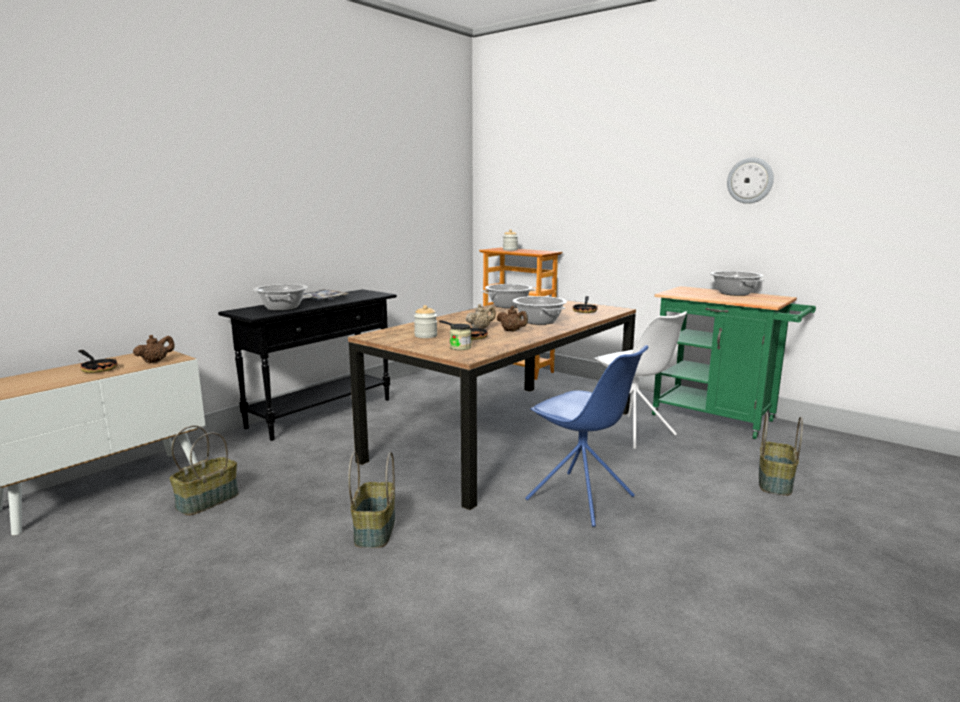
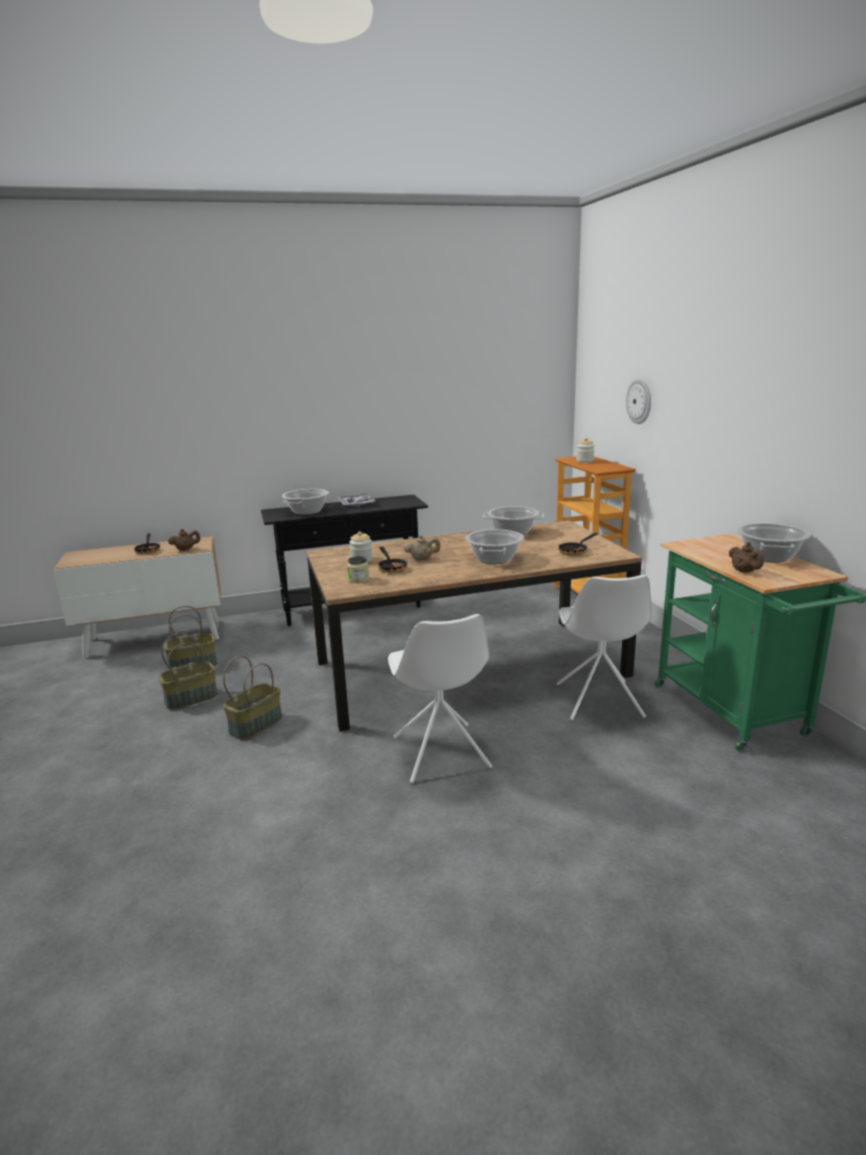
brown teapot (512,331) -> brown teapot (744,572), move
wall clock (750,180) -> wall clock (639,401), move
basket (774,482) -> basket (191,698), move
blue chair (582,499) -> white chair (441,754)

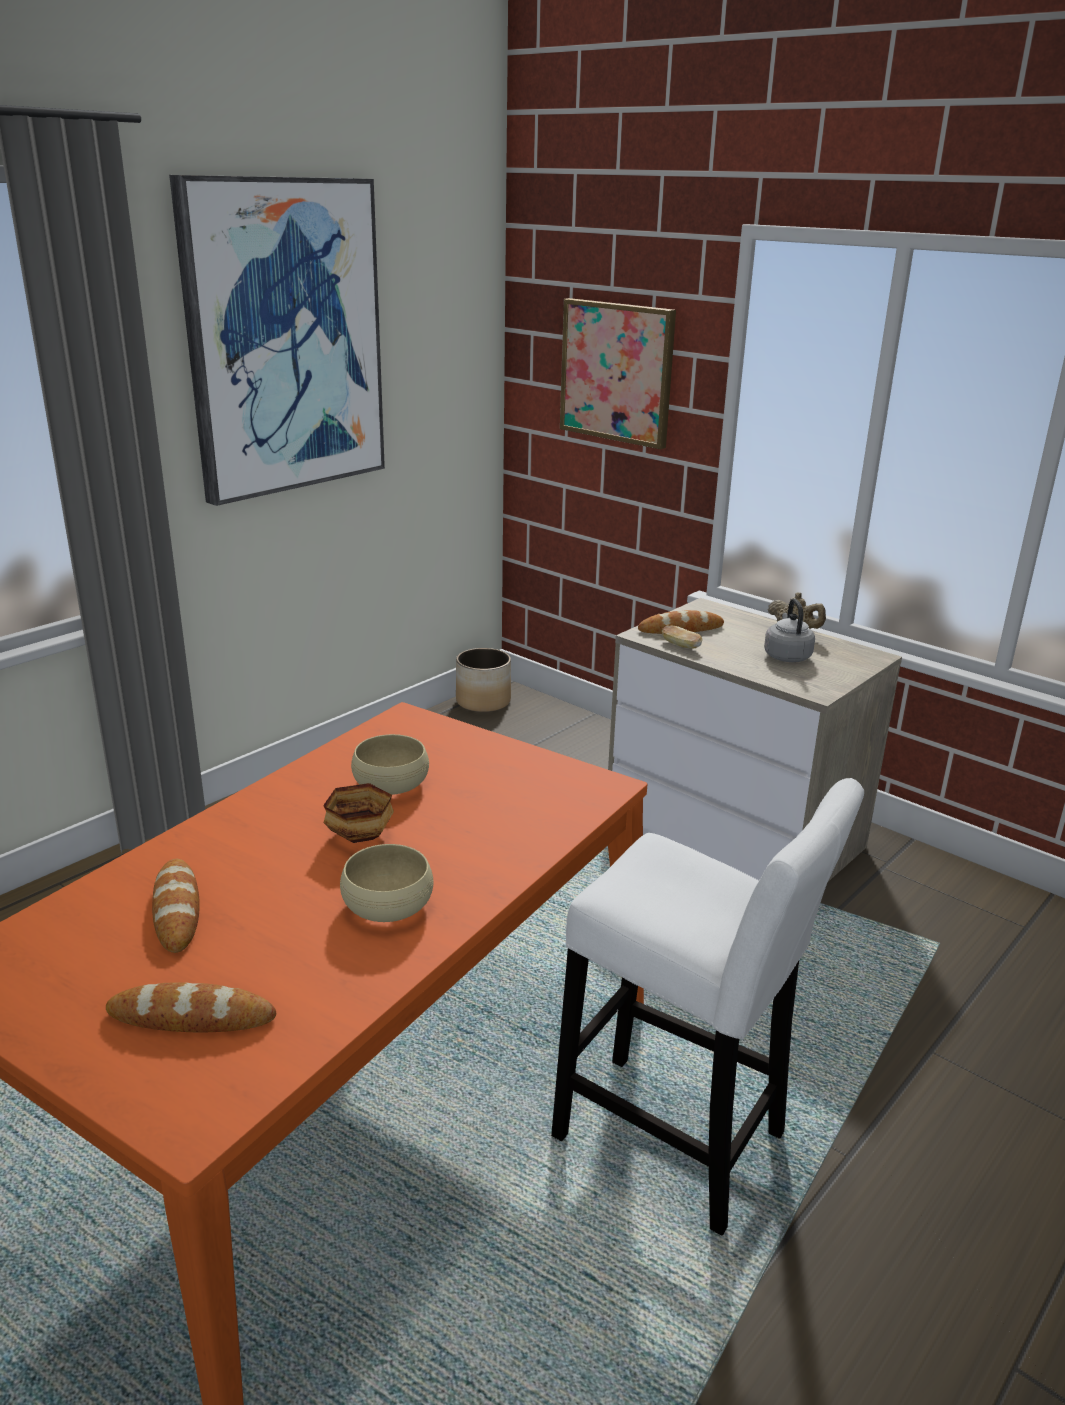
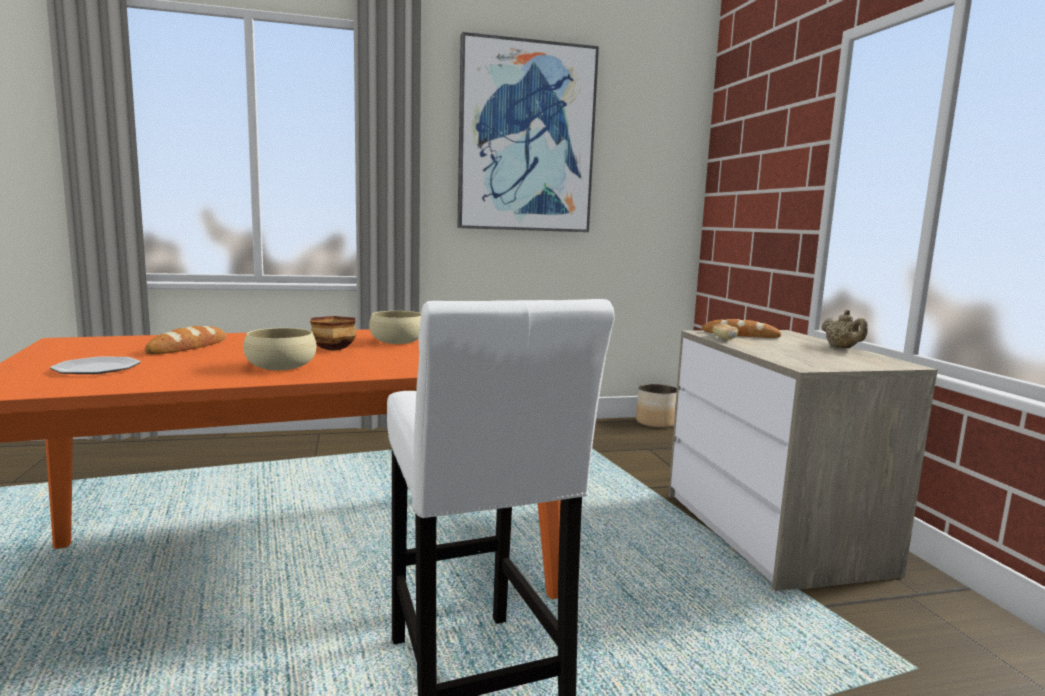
picture (617,372) -> none
grey kettle (786,656) -> none
bread (192,1016) -> plate (96,369)

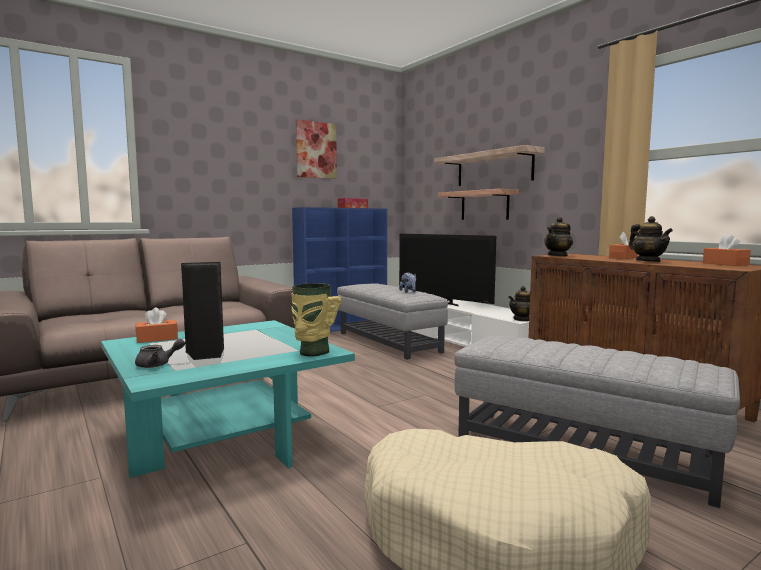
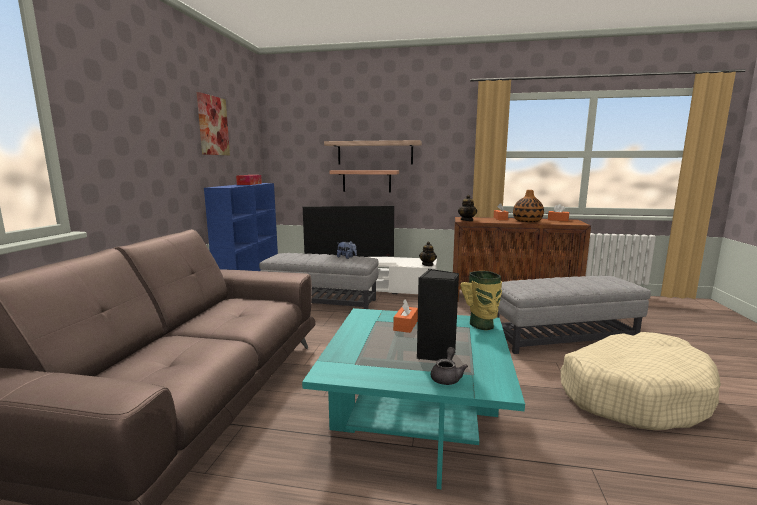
orange tissue box (157,339) -> orange tissue box (406,325), move
teapot (648,261) -> vase (527,221)

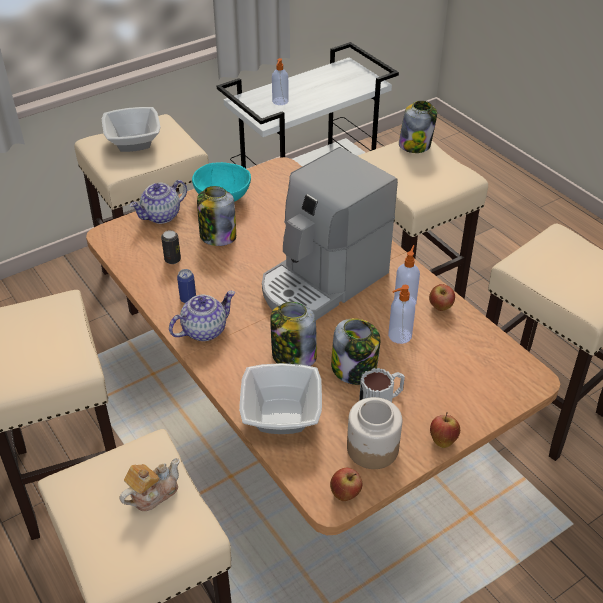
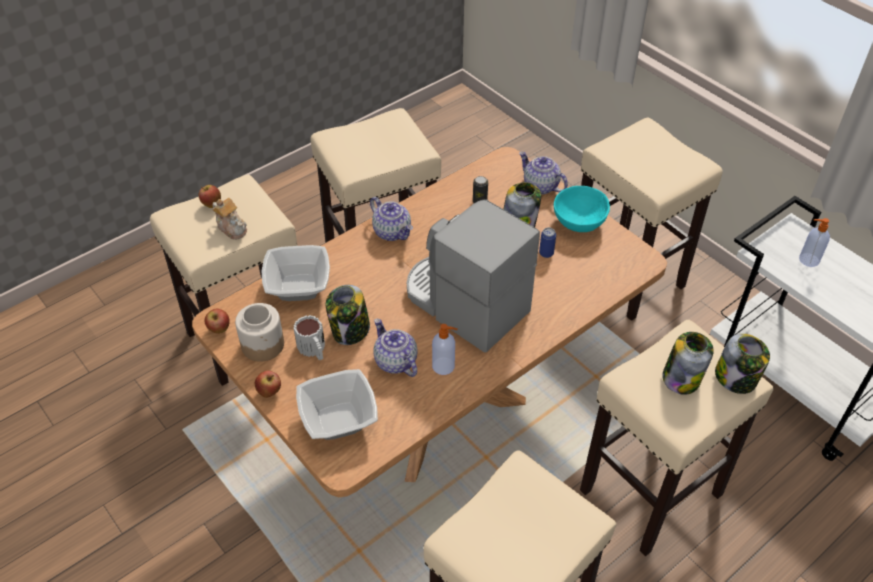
bowl (132,142) -> bowl (338,419), move
can (188,299) -> can (546,253), move
jar (293,356) -> jar (681,378), move
apple (440,307) -> apple (211,204), move
soap dispenser (399,336) -> teapot (395,361)

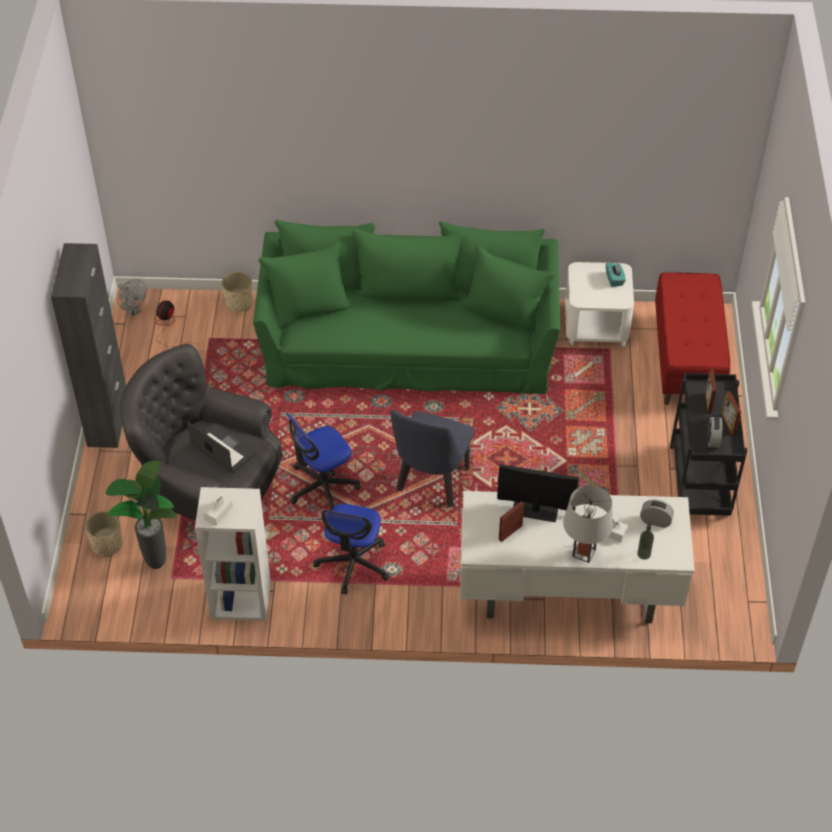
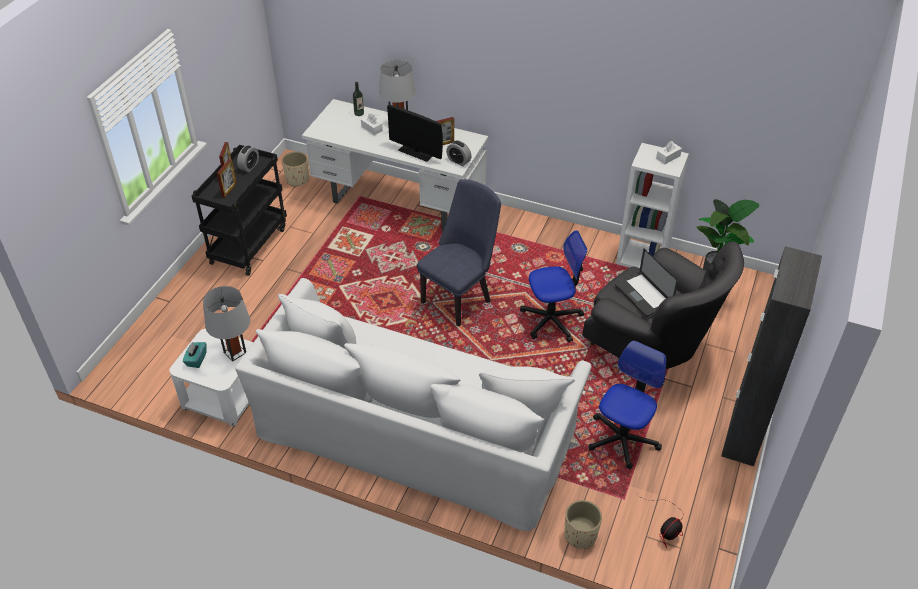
grey fan (133,310) -> none
red bench (687,359) -> none
none -> grey table lamp (235,352)
beige planter (107,544) -> beige planter (297,180), move
office chair (353,564) -> office chair (622,439), move
alarm clock (655,521) -> alarm clock (458,161), move
green sofa (409,344) -> white sofa (416,429)

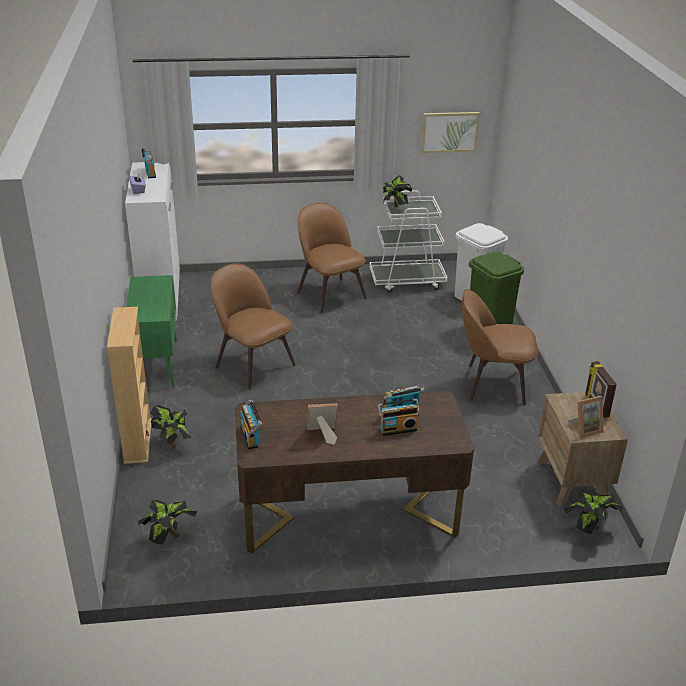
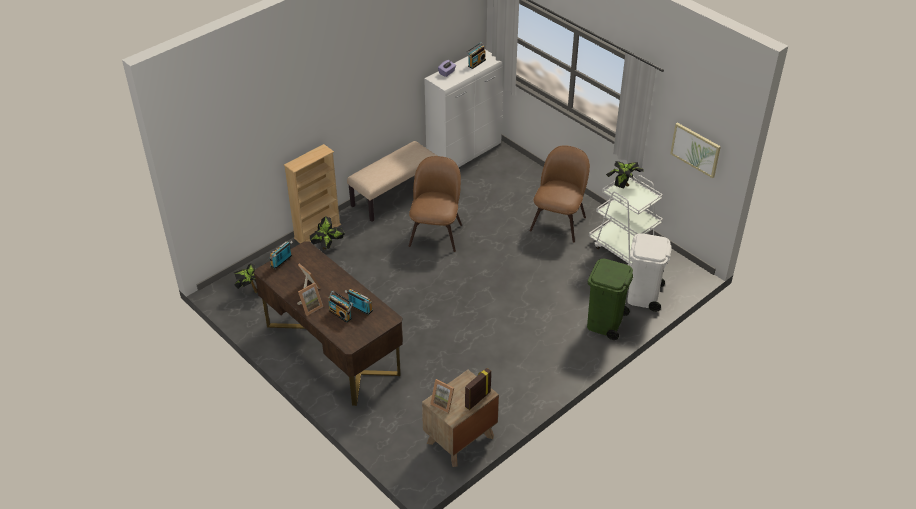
brown chair (492,384) -> none
potted plant (589,528) -> none
none -> picture frame (310,307)
green cabinet (156,363) -> beige bench (394,194)

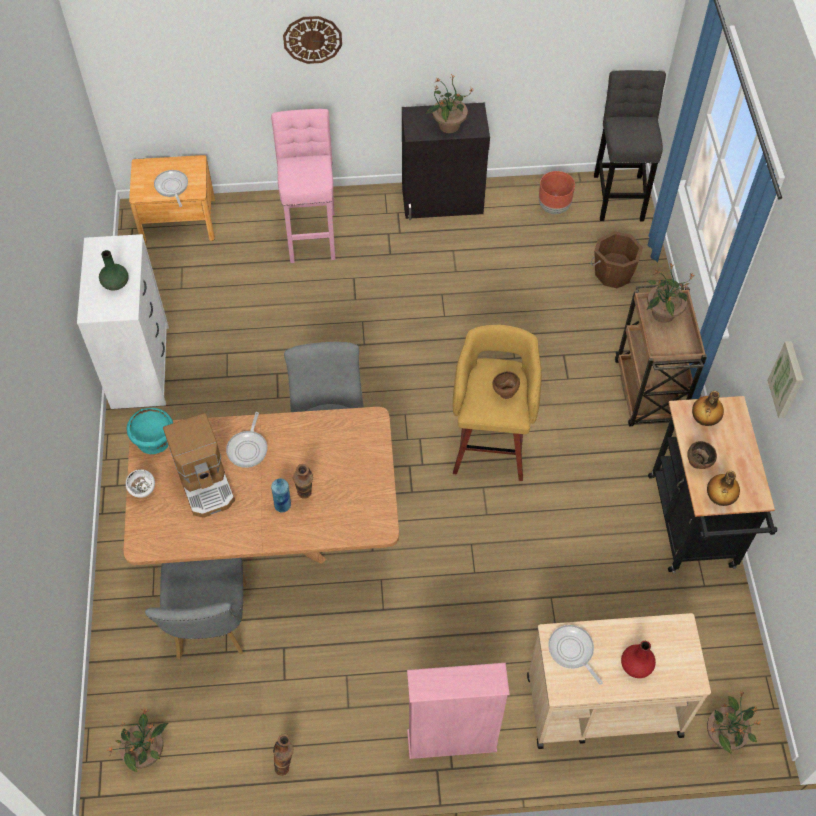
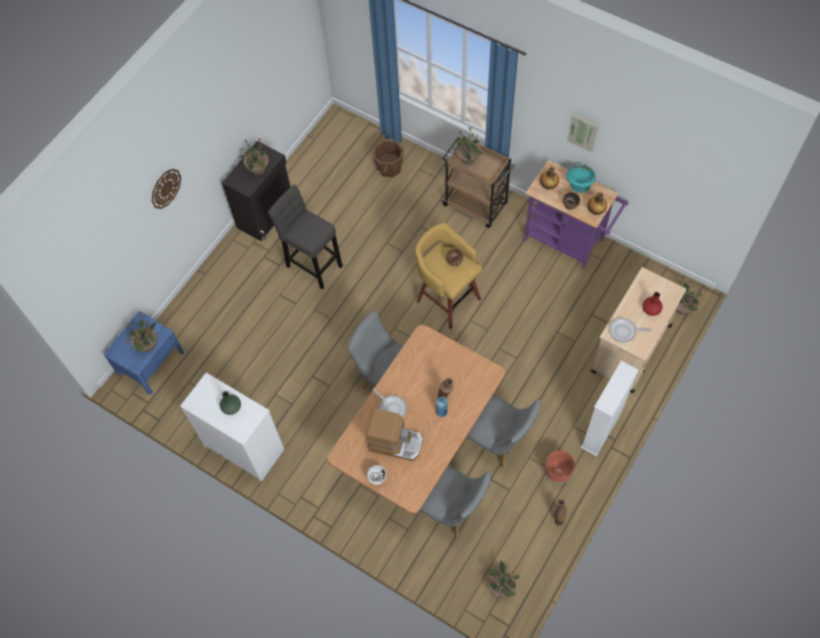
pink stool (311,233) -> none
none -> grey chair (497,441)
turquoise bowl (154,440) -> turquoise bowl (579,184), move
brown planter (553,207) -> brown planter (557,473), move
grey stool (619,194) -> grey stool (312,264), move
frying pan (172,187) -> potted plant (148,344)
brown nightstand (178,220) -> blue nightstand (150,363)
pink bookcase (451,741) -> white bookcase (601,430)
black cart (694,528) -> purple cart (568,241)

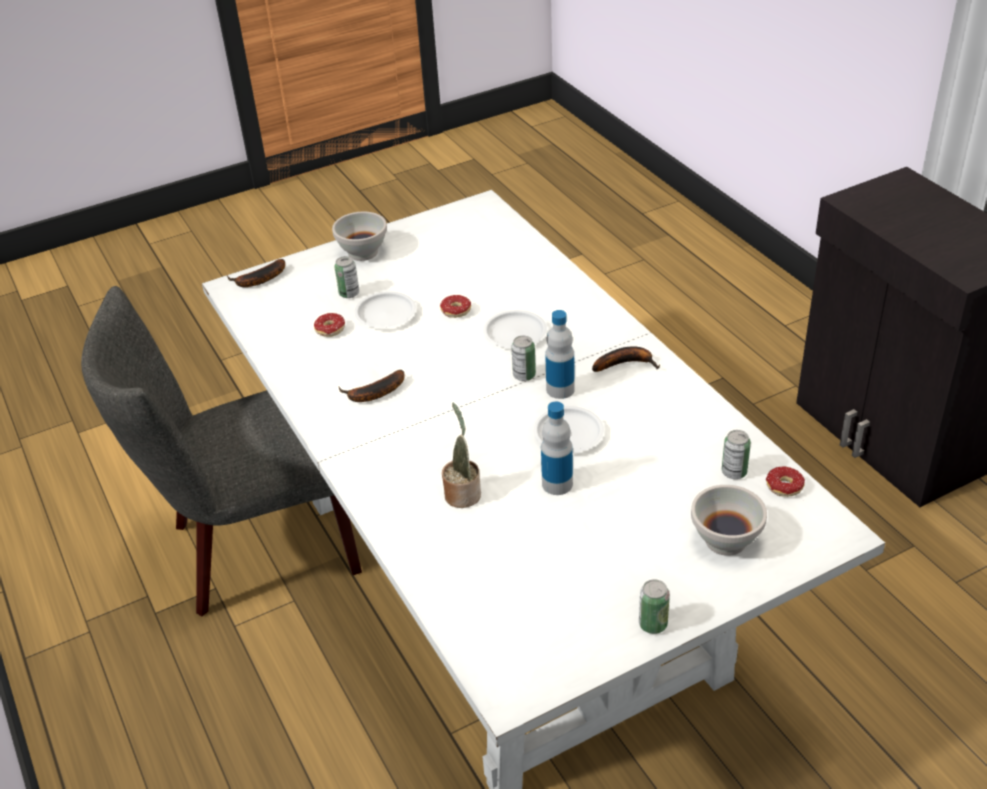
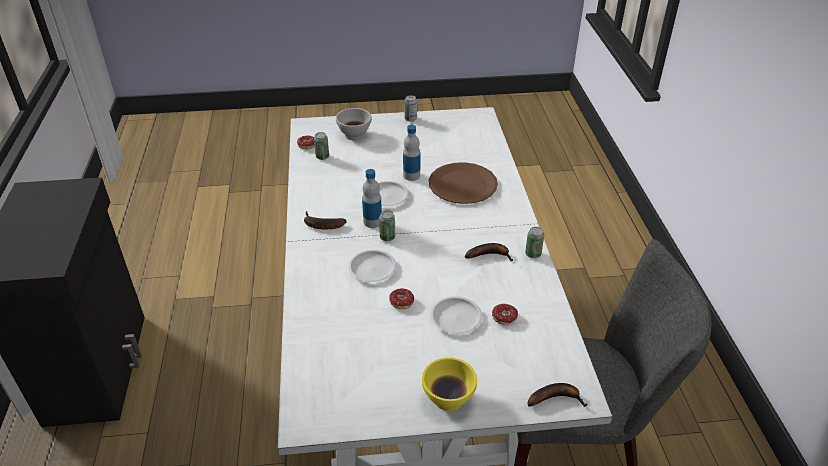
can (349,293) -> can (533,254), move
potted plant (462,493) -> brown plate (462,185)
white bowl (362,252) -> yellow bowl (449,399)

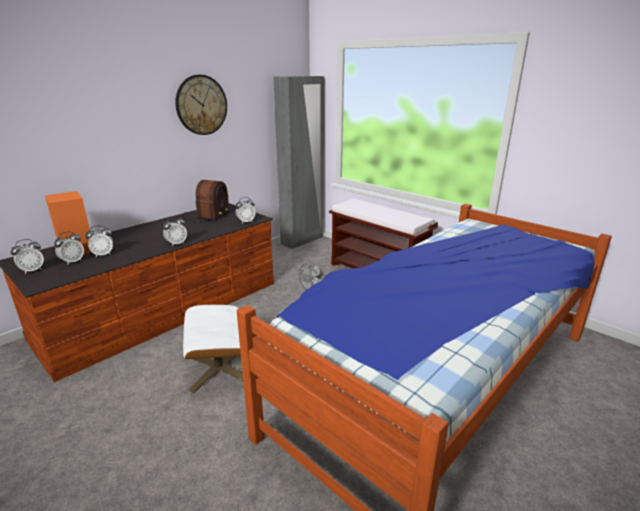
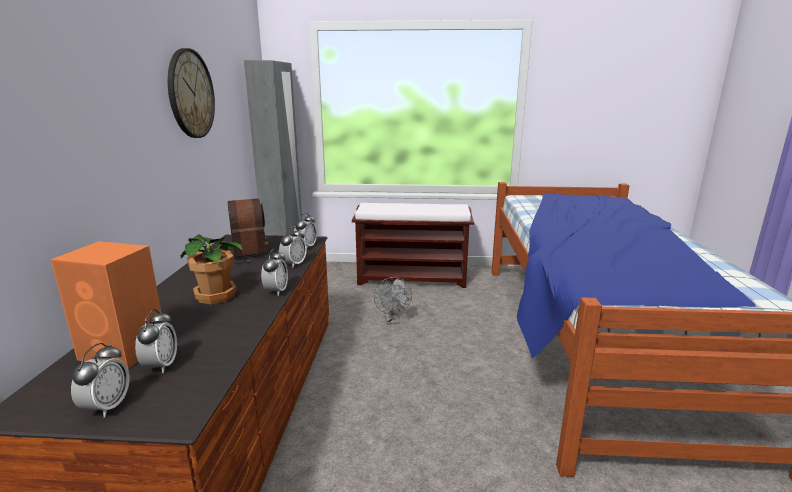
white ottoman (218,369) -> none
none -> potted plant (217,296)
alarm clock (103,254) -> alarm clock (294,264), move

